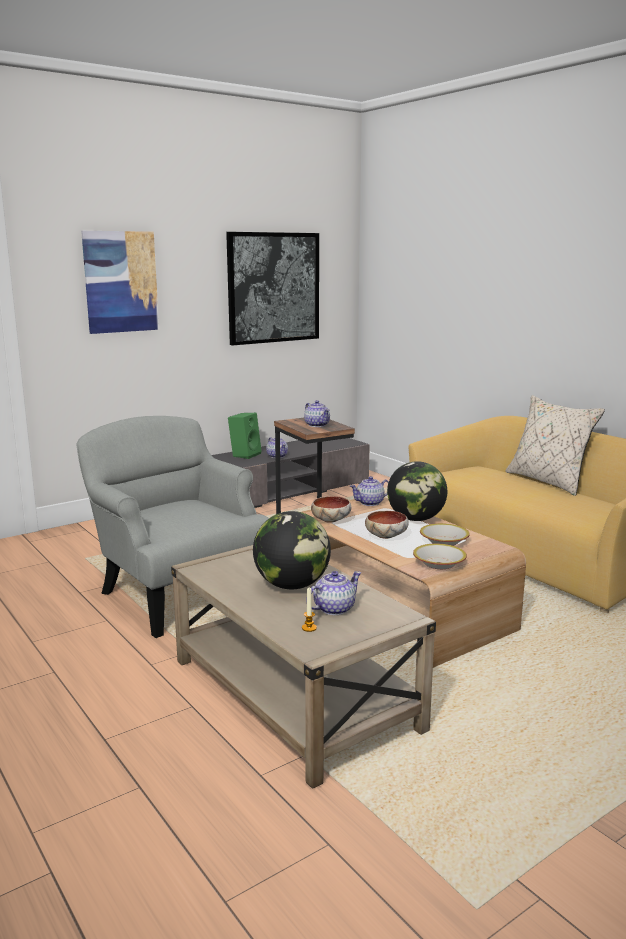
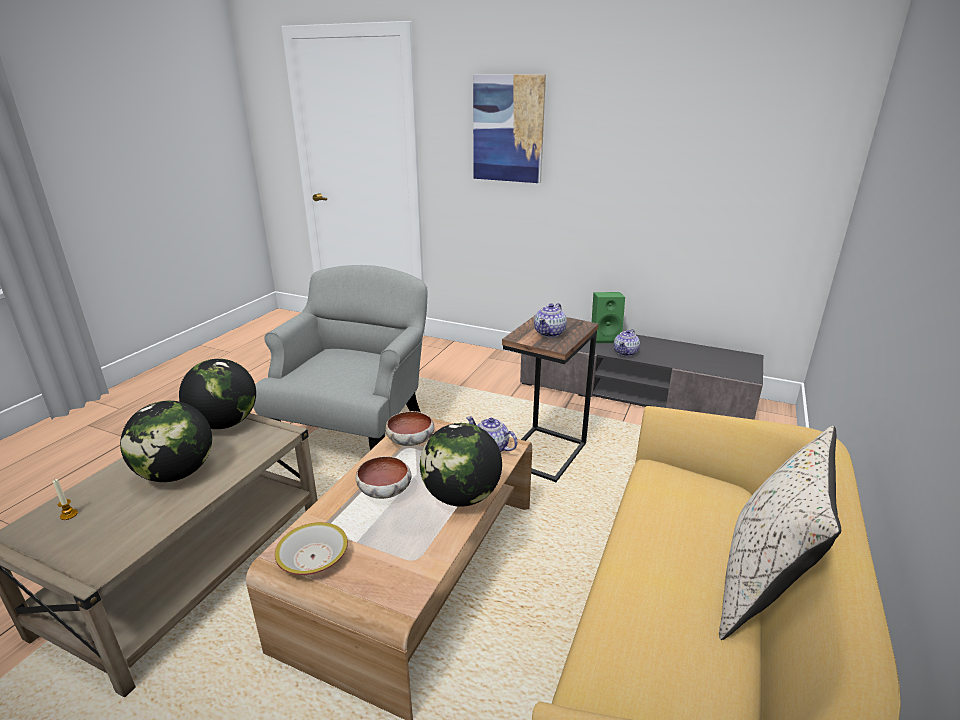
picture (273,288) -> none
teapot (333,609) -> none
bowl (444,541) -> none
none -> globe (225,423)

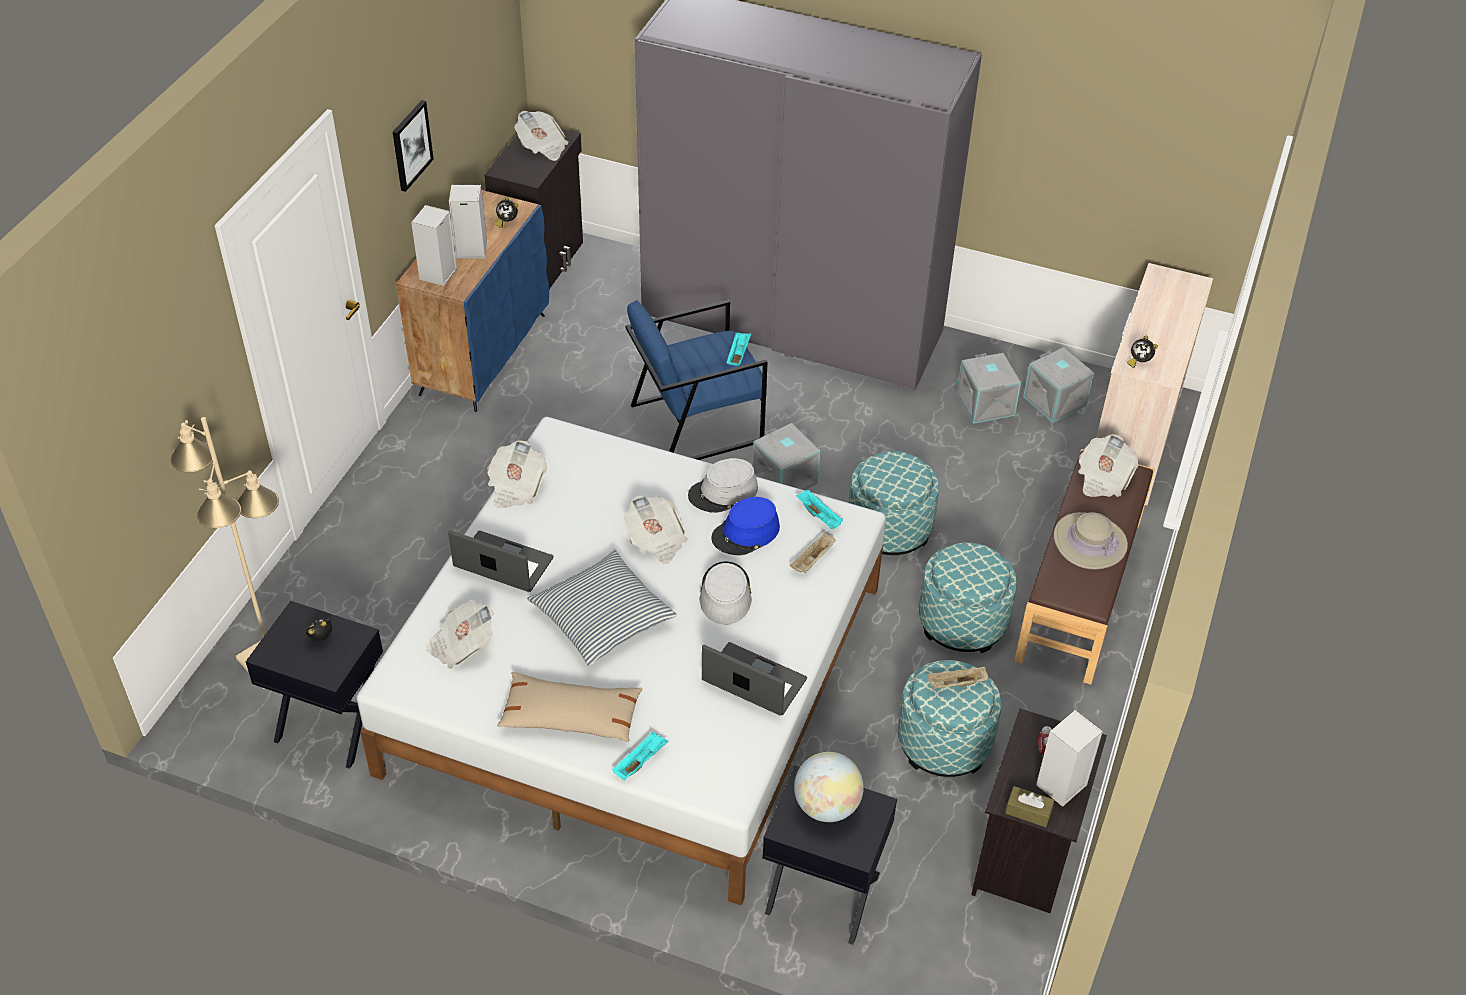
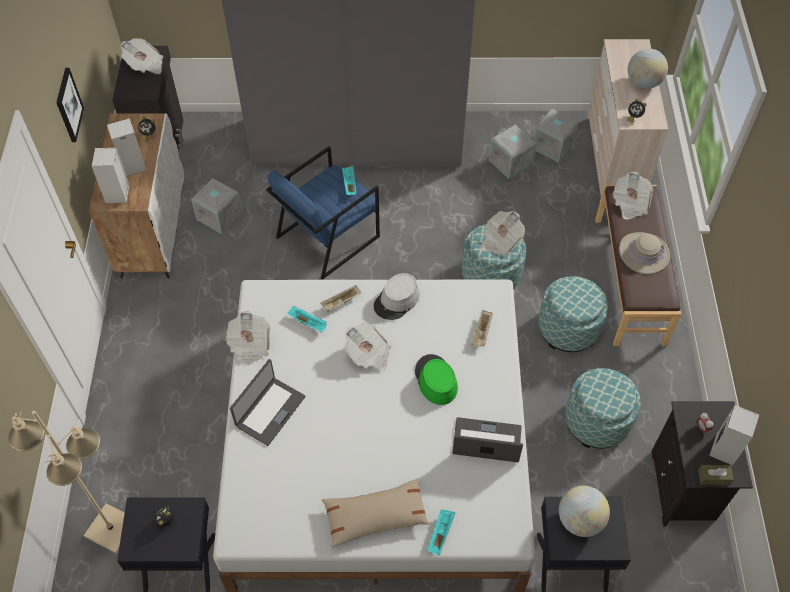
pillow (602,617) -> none
blue hat (746,533) -> none
none -> globe (643,83)
newspaper (461,645) -> newspaper (500,240), move
grey storage box (786,479) -> grey storage box (220,216), move
turquoise tray (819,516) -> turquoise tray (308,323), move
beige tray (956,684) -> beige tray (340,302), move
blue cabinet (483,353) -> white cabinet (152,229)
grey hat (725,594) -> green hat (435,380)
laptop (503,564) -> laptop (269,411), 120 degrees clockwise

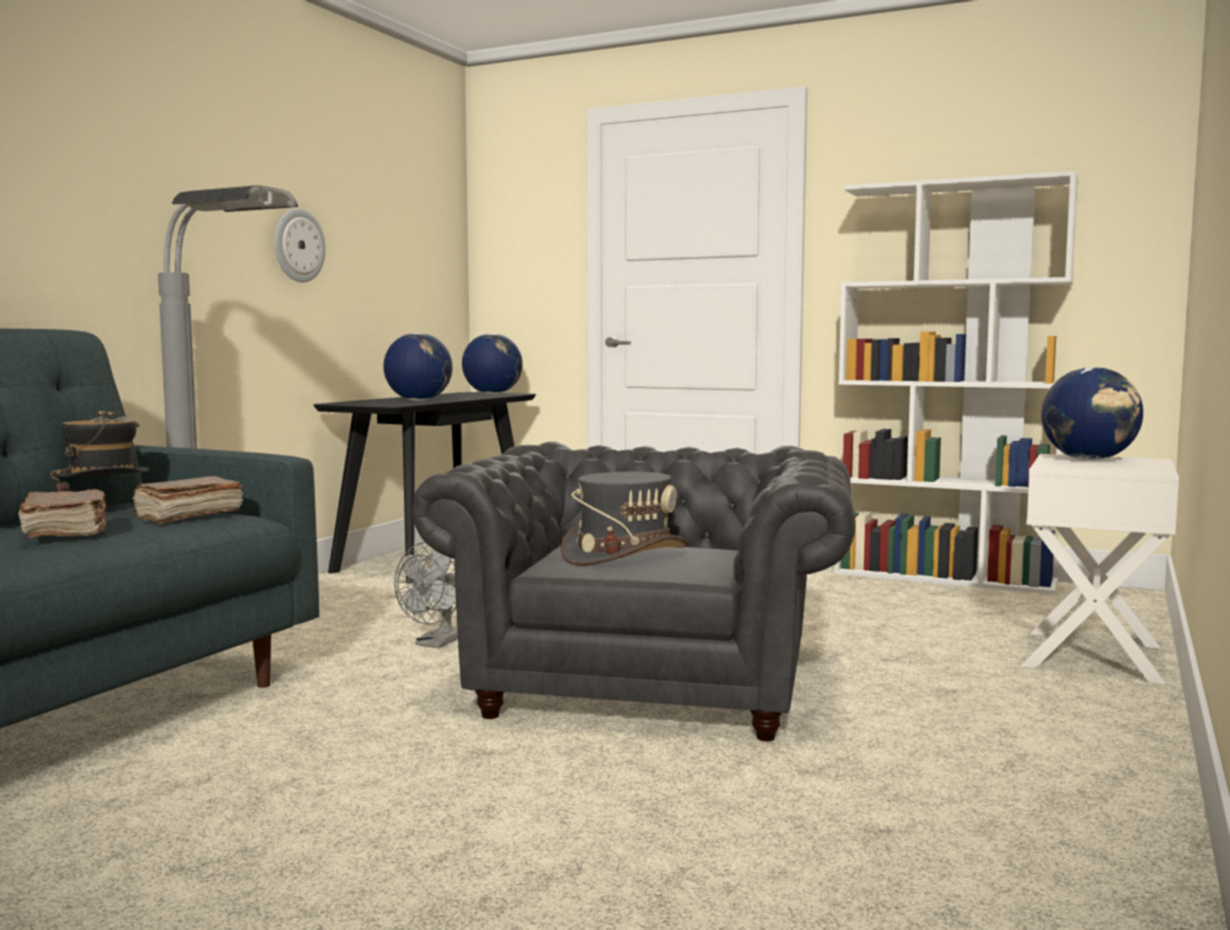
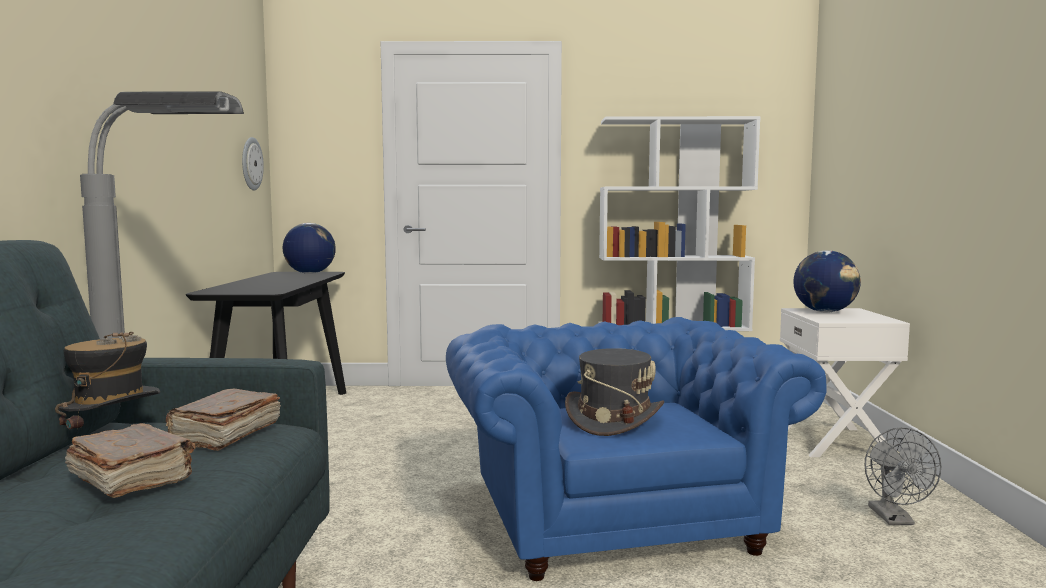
globe (418,400) -> none
wall clock (298,245) -> wall clock (251,163), move
grey fan (436,643) -> grey fan (895,519), move
grey armchair (650,684) -> blue armchair (613,518)

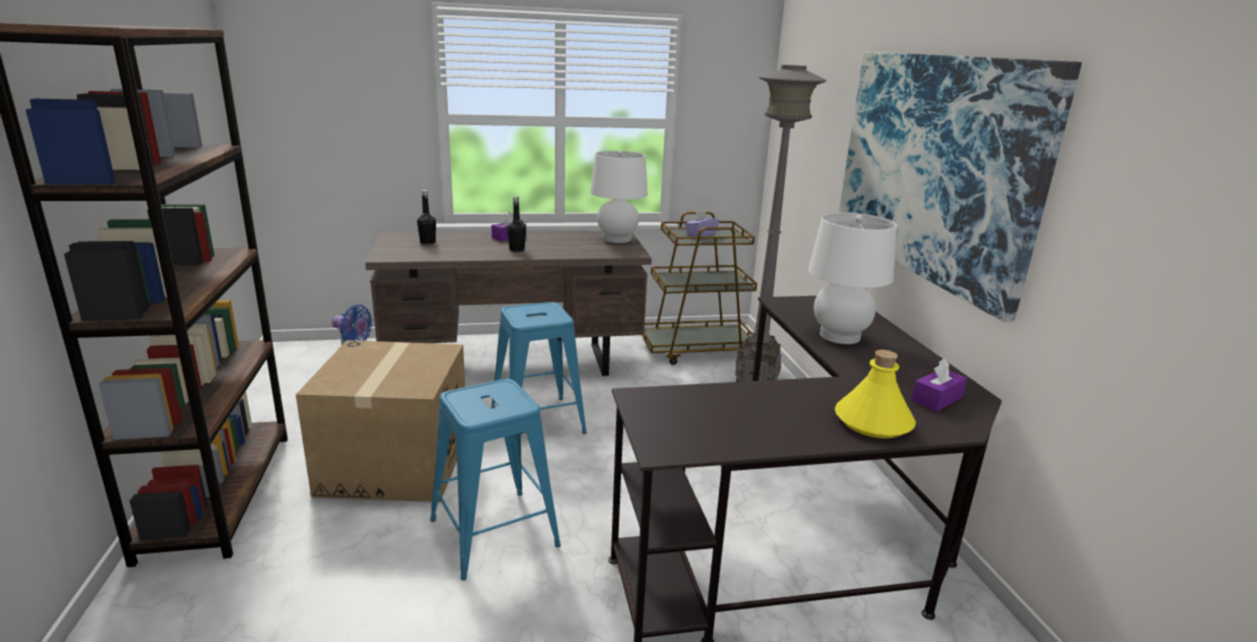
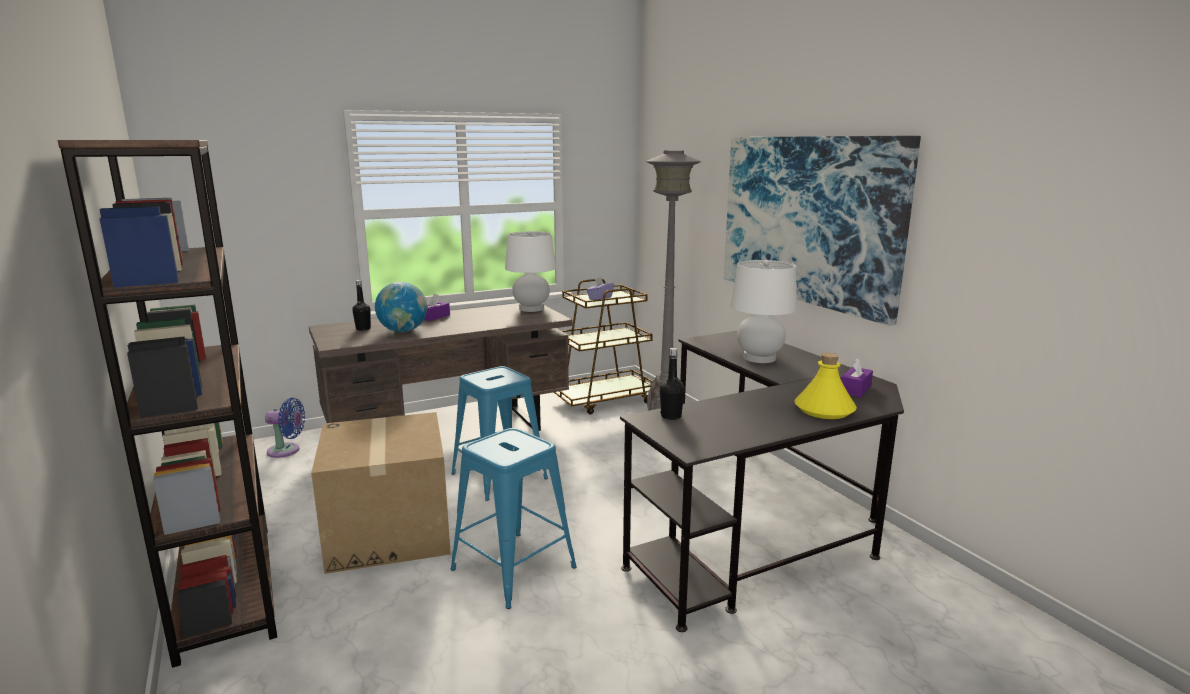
none -> globe (403,331)
black bottle (517,249) -> black bottle (671,416), move

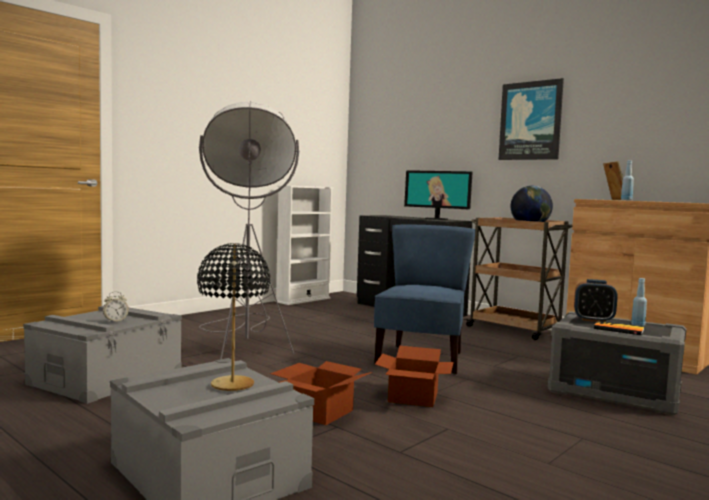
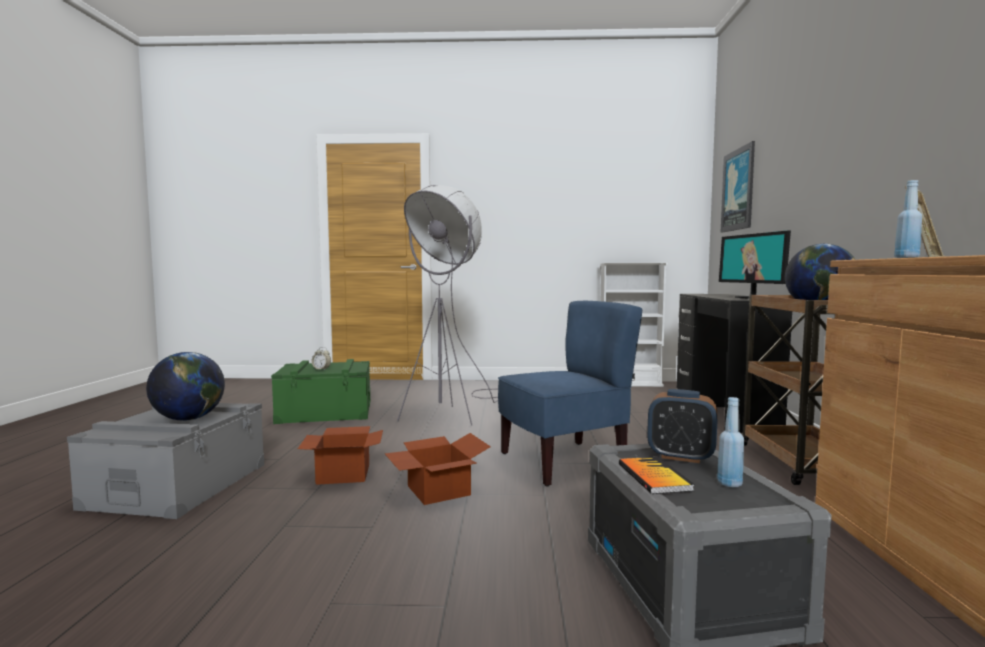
picture (530,121) -> picture (738,190), move
black table lamp (232,385) -> globe (189,419)
grey storage box (106,378) -> green storage box (325,412)
alarm clock (593,320) -> alarm clock (681,457), 45 degrees counterclockwise

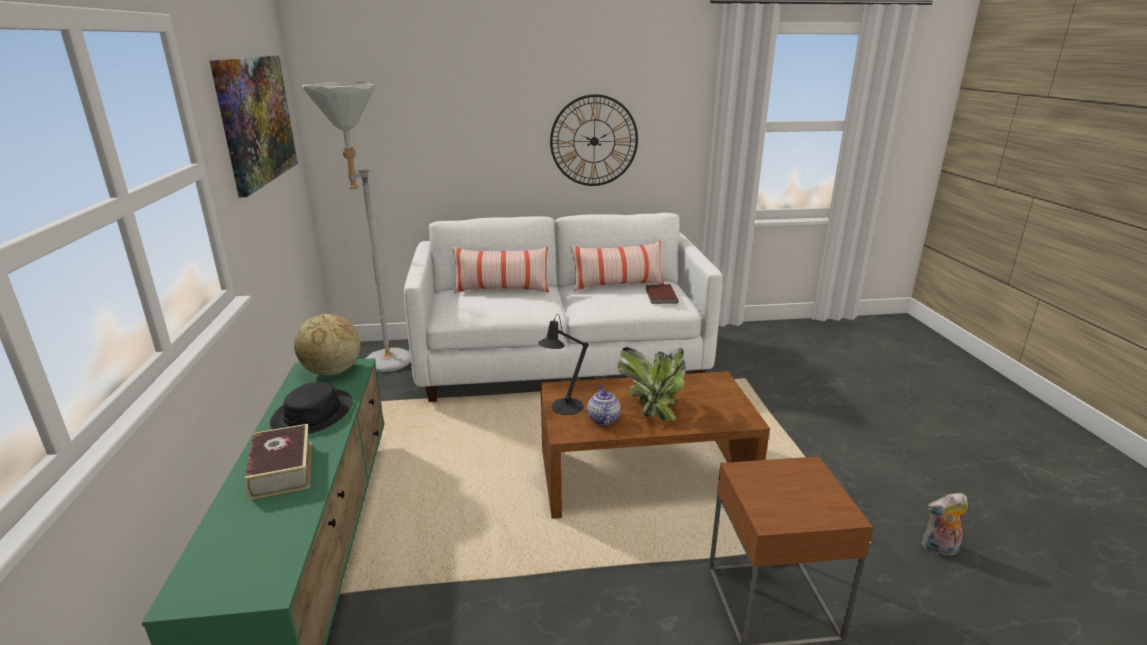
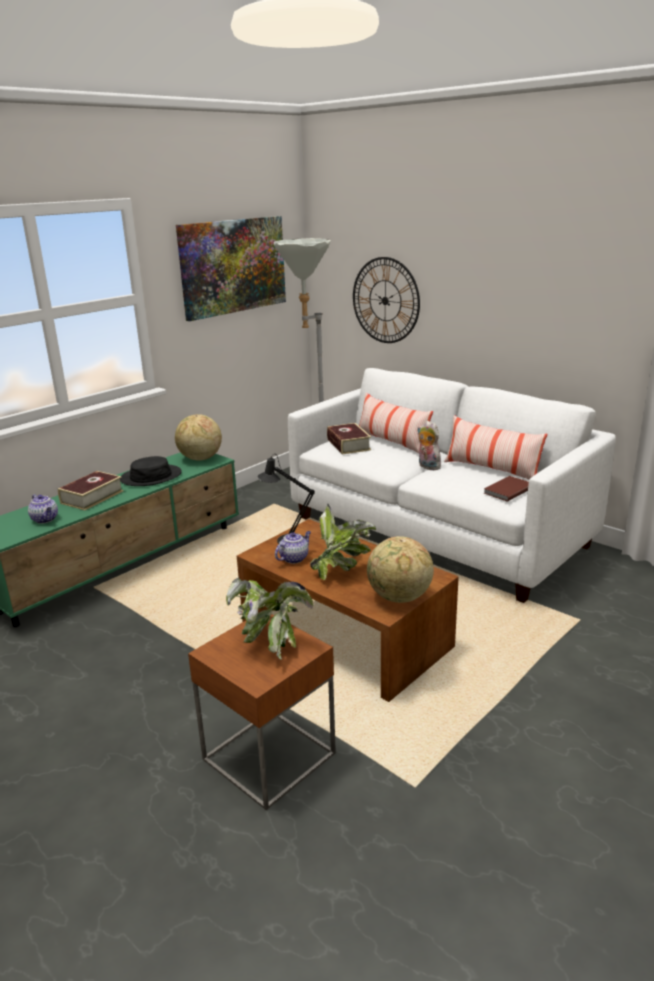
none -> teapot (45,519)
none -> potted plant (271,641)
none -> book (348,444)
none -> globe (399,597)
wall clock (594,141) -> wall clock (385,300), move
plush toy (939,549) -> plush toy (427,466), move

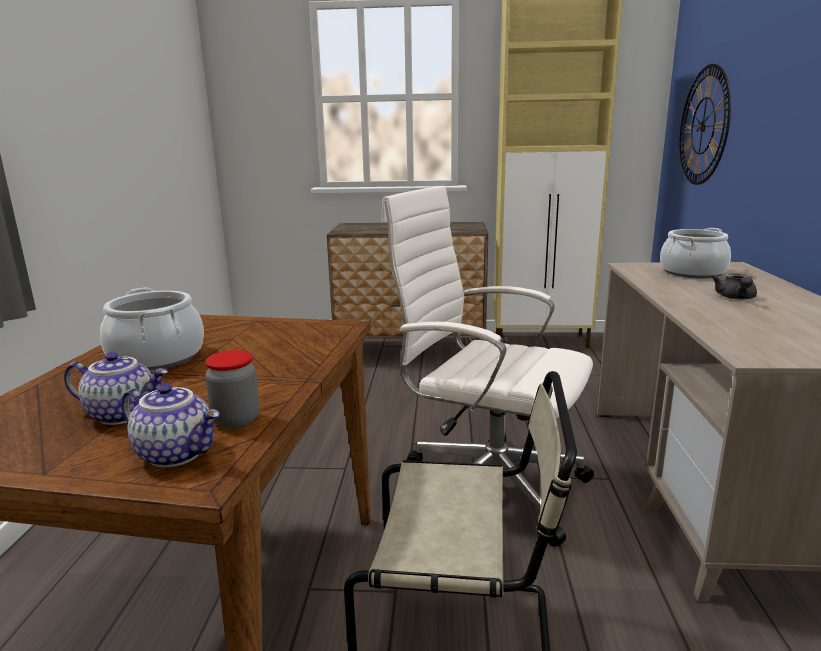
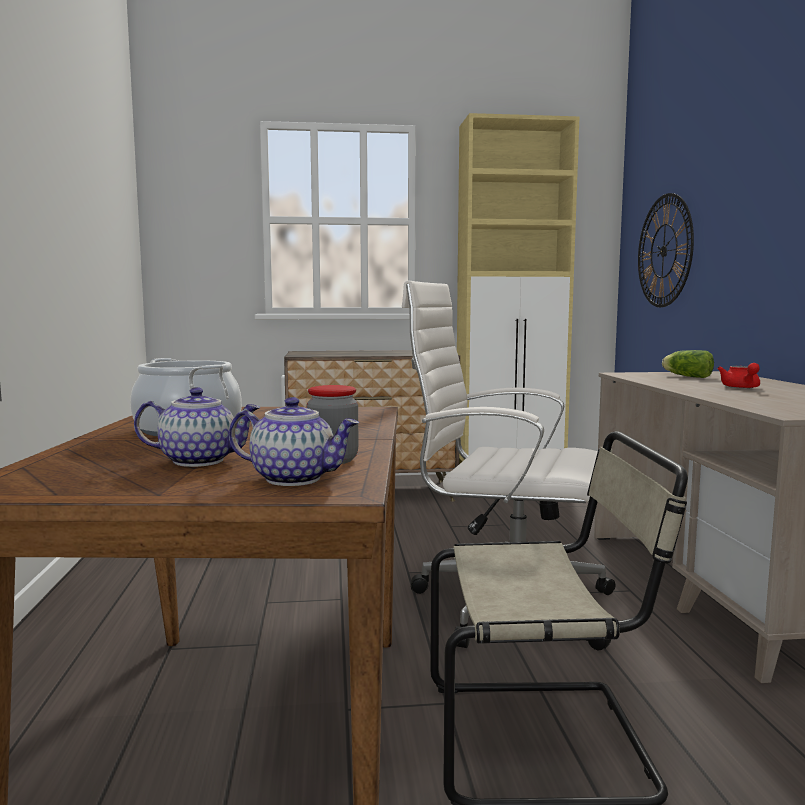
cooking pot (692,273) -> lettuce (686,376)
grey teapot (735,298) -> red teapot (741,388)

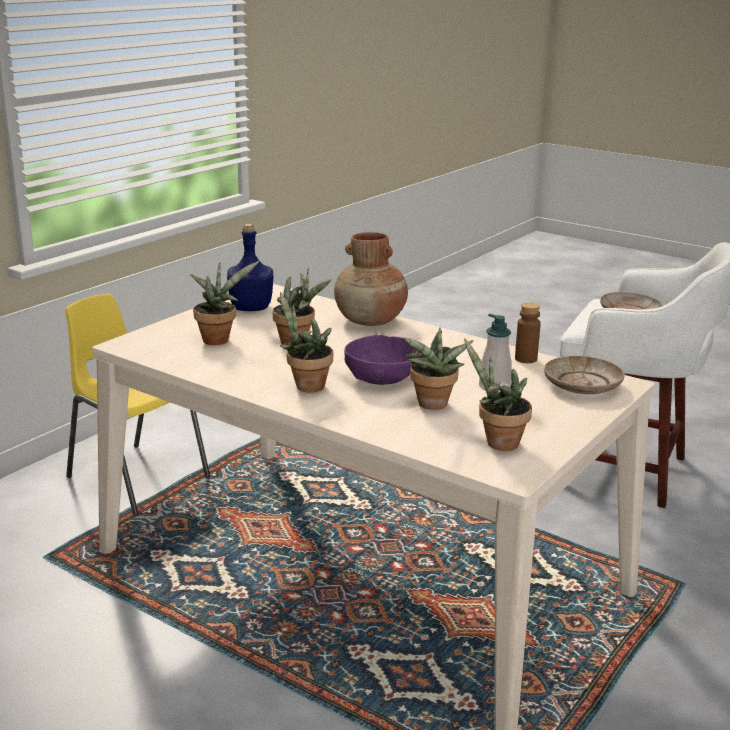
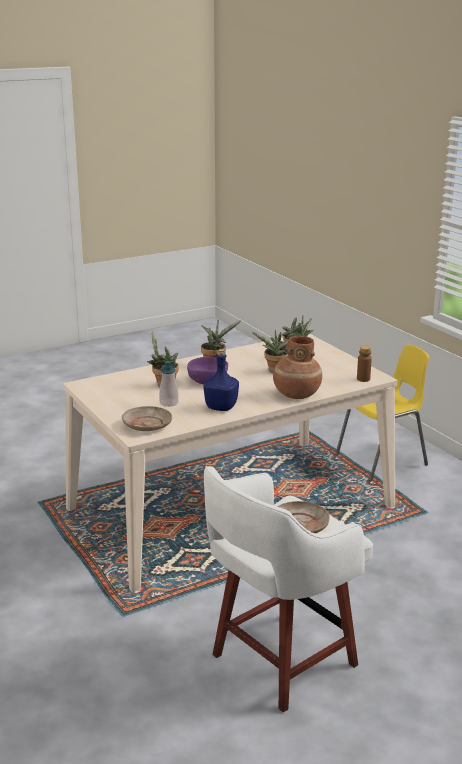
potted plant (497,442) -> none
blue bottle (251,307) -> blue bottle (222,407), move
brown bottle (525,359) -> brown bottle (363,379), move

